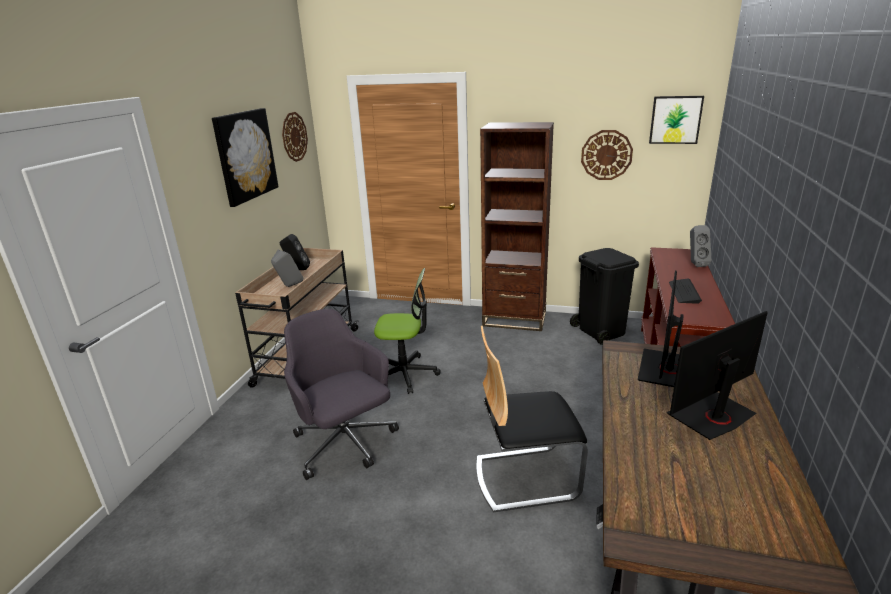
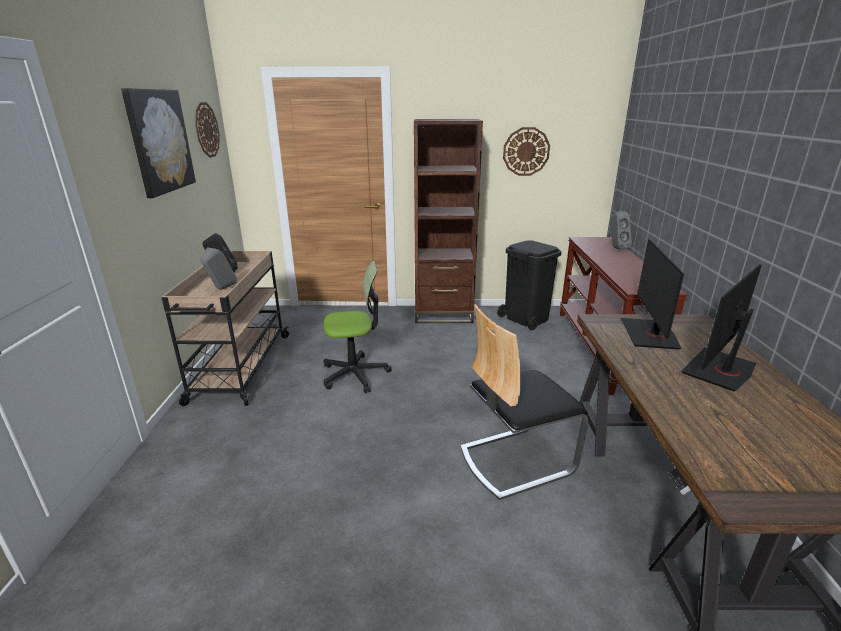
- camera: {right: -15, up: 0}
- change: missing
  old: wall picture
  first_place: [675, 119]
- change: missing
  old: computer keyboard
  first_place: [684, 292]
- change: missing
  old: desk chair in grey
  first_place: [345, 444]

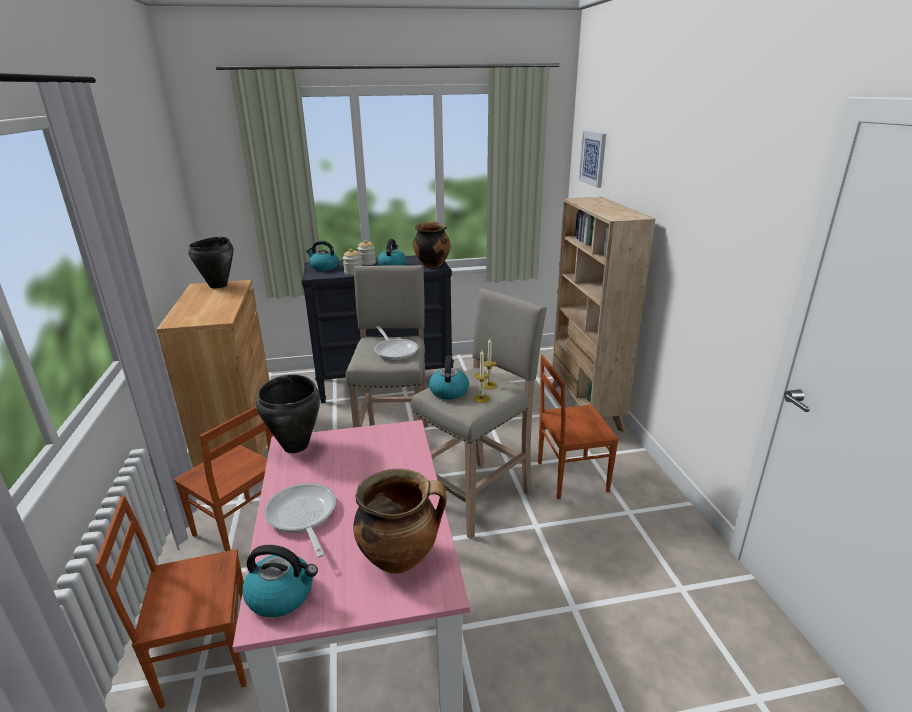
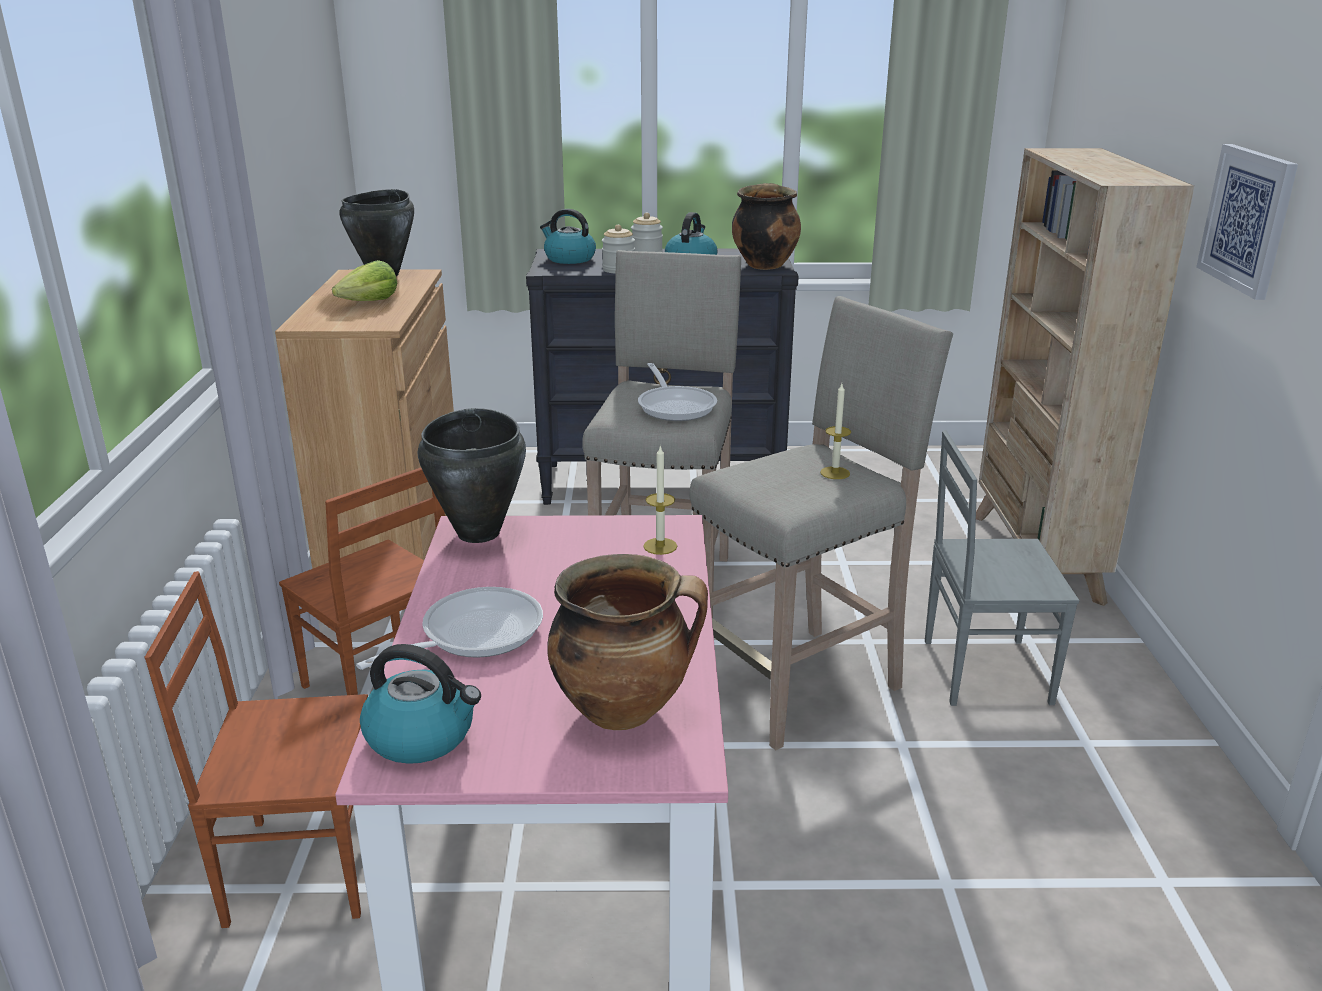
- camera: {right: 10, up: 0}
- change: relocated
  old: wall picture
  first_place: [593, 158]
  second_place: [1248, 219]
- change: relocated
  old: wax candle
  first_place: [481, 398]
  second_place: [660, 546]
- change: colour
  old: plain chair in brownish
  new: plain chair in grey
  first_place: [570, 476]
  second_place: [983, 670]
- change: missing
  old: tea kettle
  first_place: [449, 391]
- change: spun
  old: pan
  first_place: [302, 517]
  second_place: [472, 635]
  degrees: 60
- change: appeared
  new: lettuce
  second_place: [370, 303]

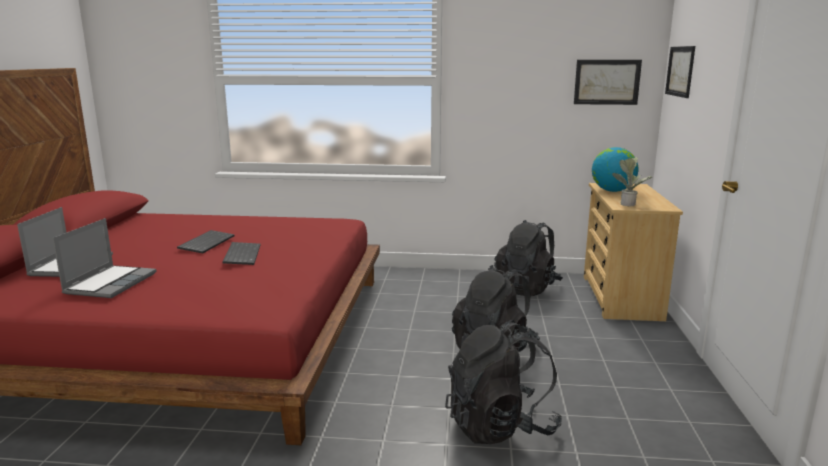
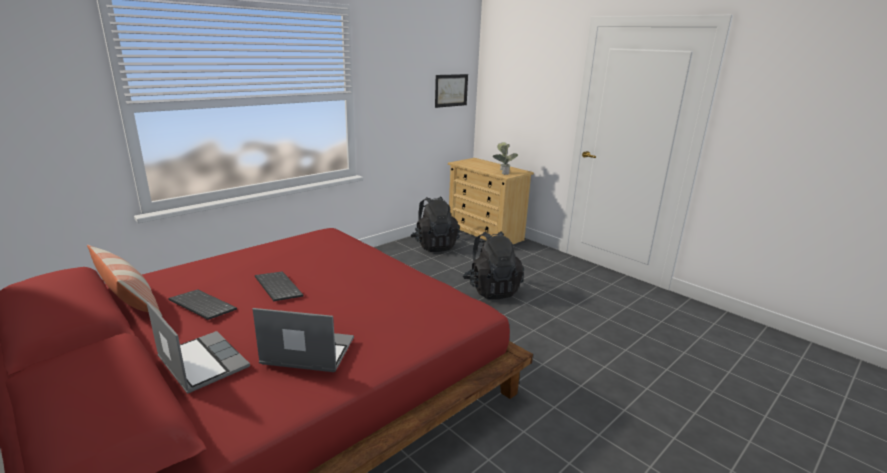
- camera: {right: -50, up: 5}
- change: missing
  old: wall picture
  first_place: [680, 71]
- change: missing
  old: globe
  first_place: [612, 191]
- change: spun
  old: laptop
  first_place: [111, 283]
  second_place: [306, 352]
  degrees: -45
- change: relocated
  old: computer keyboard
  first_place: [241, 255]
  second_place: [201, 306]
- change: missing
  old: knapsack in black
  first_place: [500, 426]
- change: appeared
  new: cushion
  second_place: [129, 300]

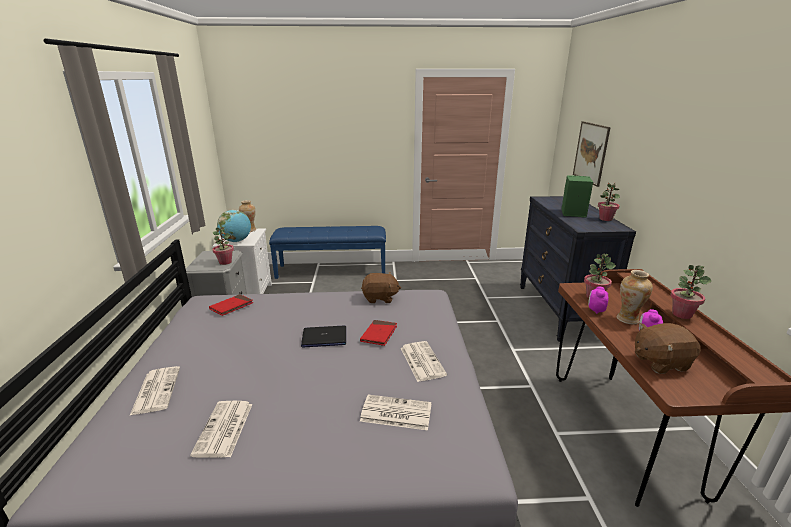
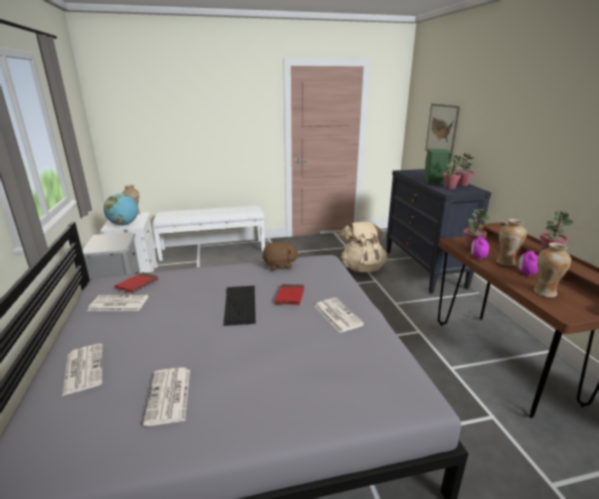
- camera: {right: -10, up: 0}
- change: colour
  old: indoor bench in bluish
  new: indoor bench in whitish
  first_place: [331, 270]
  second_place: [213, 249]
- change: relocated
  old: plant in a pot
  first_place: [225, 262]
  second_place: [449, 187]
- change: exchanged
  old: plush toy in brownish
  new: flower vase
  first_place: [660, 362]
  second_place: [544, 292]
- change: exchanged
  old: laptop
  new: computer keyboard
  first_place: [324, 337]
  second_place: [240, 303]
- change: relocated
  old: printed paper
  first_place: [395, 413]
  second_place: [117, 304]
- change: appeared
  new: knapsack in beige
  second_place: [362, 268]

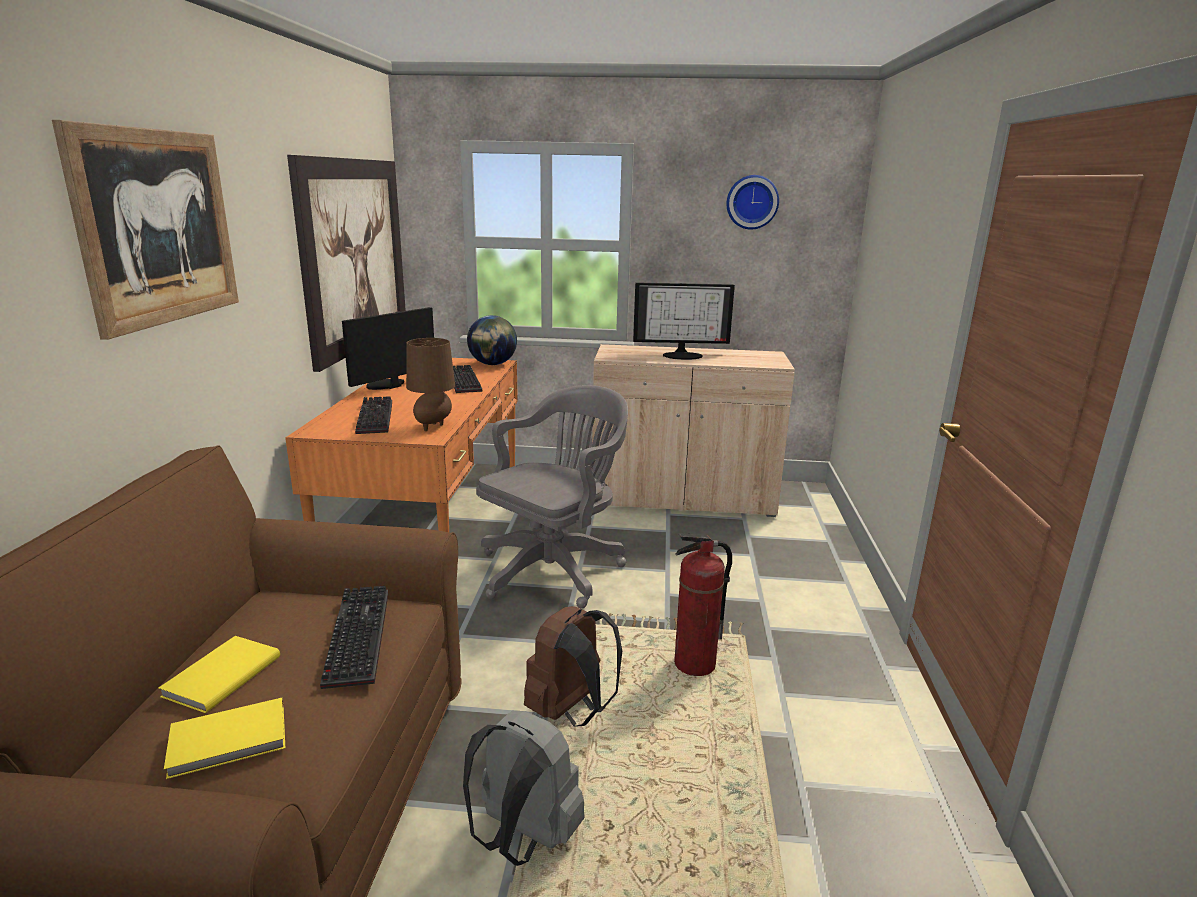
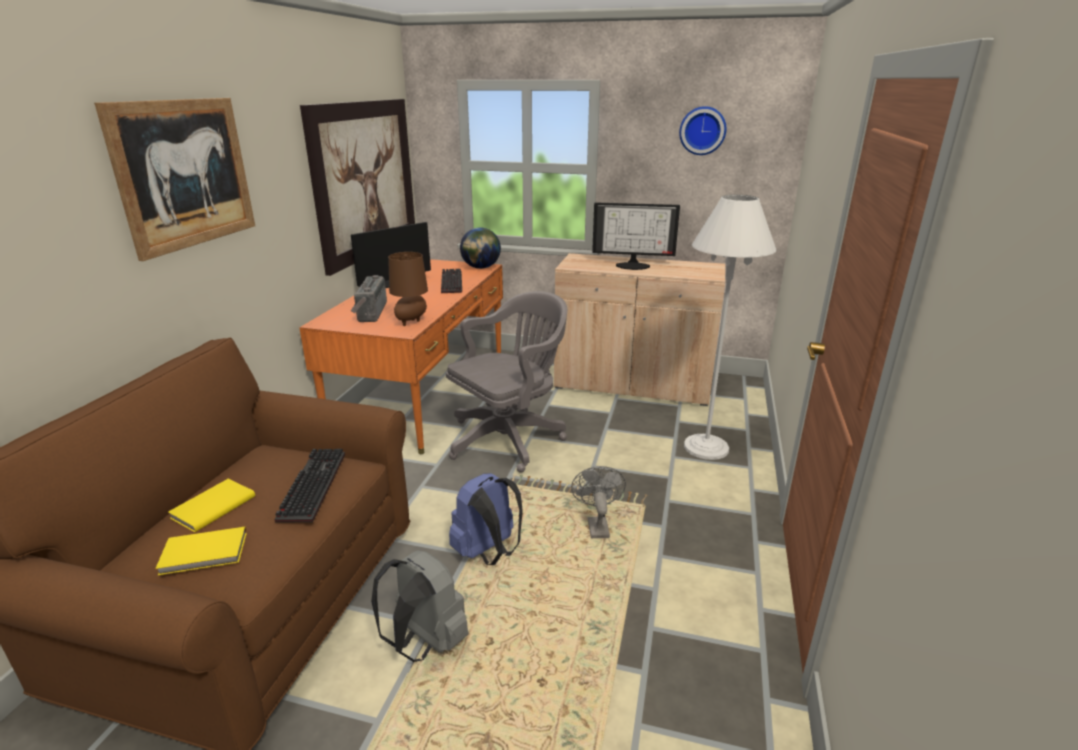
- camera: {right: 10, up: 5}
- change: exchanged
  old: computer keyboard
  new: radio set
  first_place: [373, 417]
  second_place: [369, 312]
- change: exchanged
  old: extinguisher
  new: electric fan in grey
  first_place: [695, 664]
  second_place: [596, 525]
- change: colour
  old: knapsack in brownish
  new: knapsack in bluish
  first_place: [571, 711]
  second_place: [488, 552]
- change: appeared
  new: standing lamp in whitish
  second_place: [706, 447]

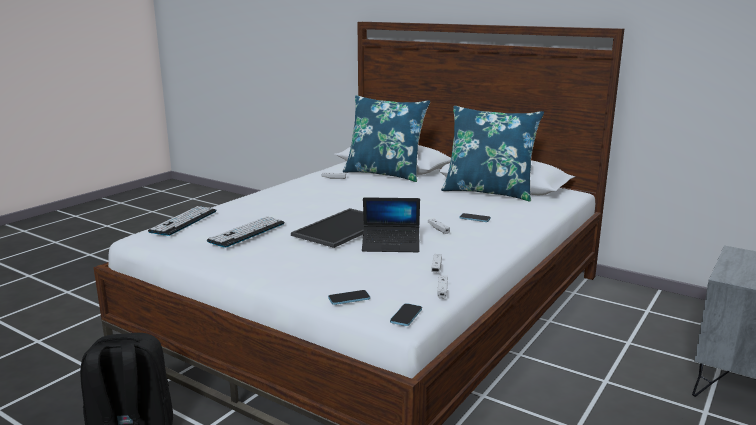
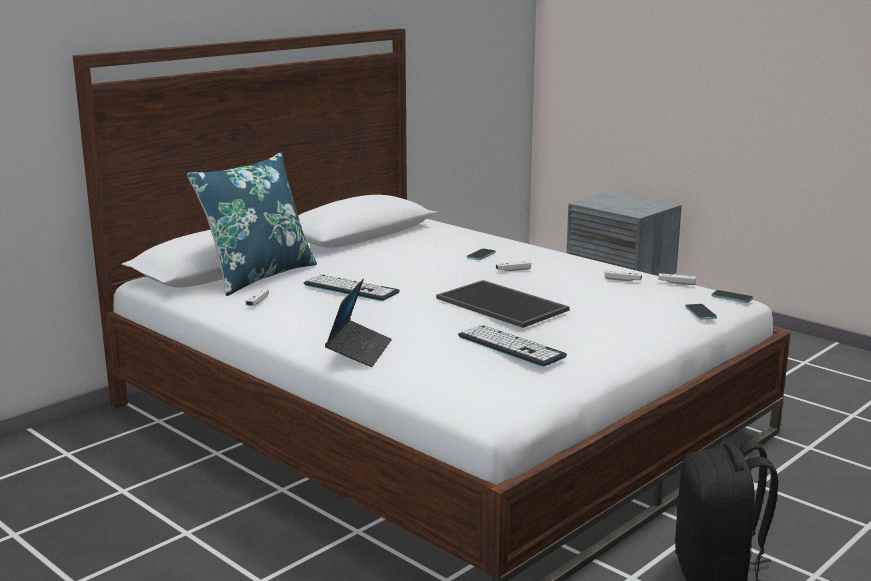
- camera: {right: -80, up: 0}
- change: missing
  old: cushion in bluish
  first_place: [488, 192]
- change: relocated
  old: laptop
  first_place: [391, 245]
  second_place: [359, 351]
- change: relocated
  old: computer keyboard
  first_place: [183, 221]
  second_place: [351, 288]

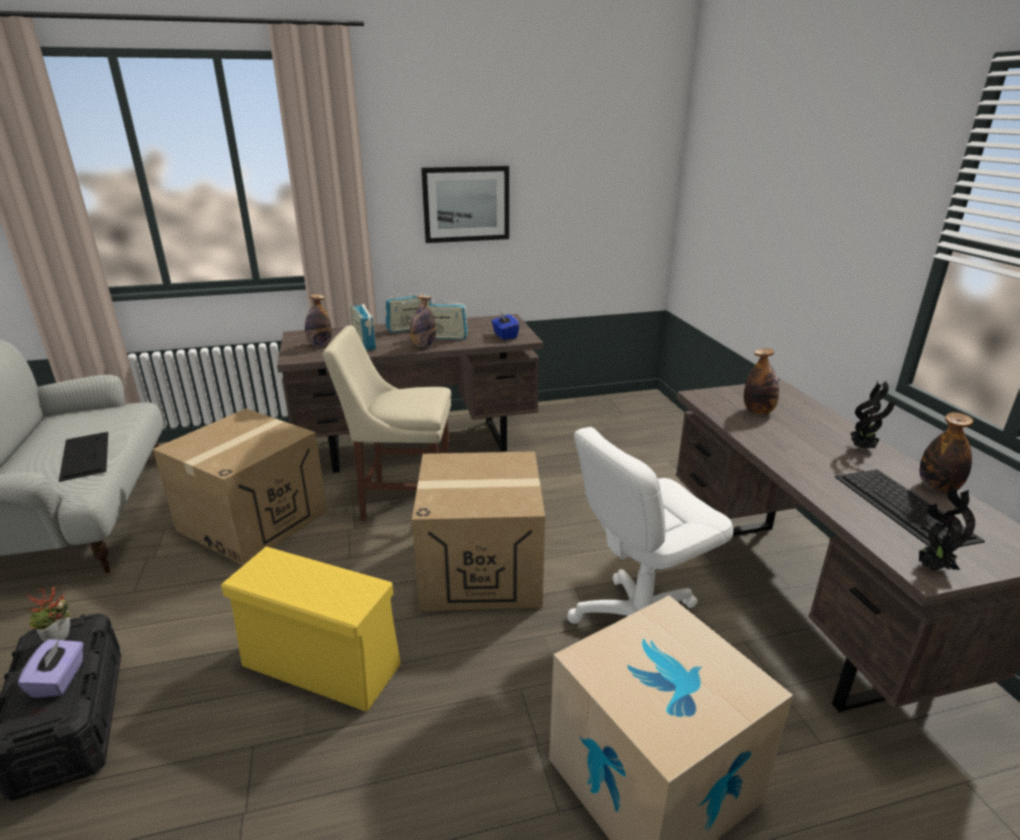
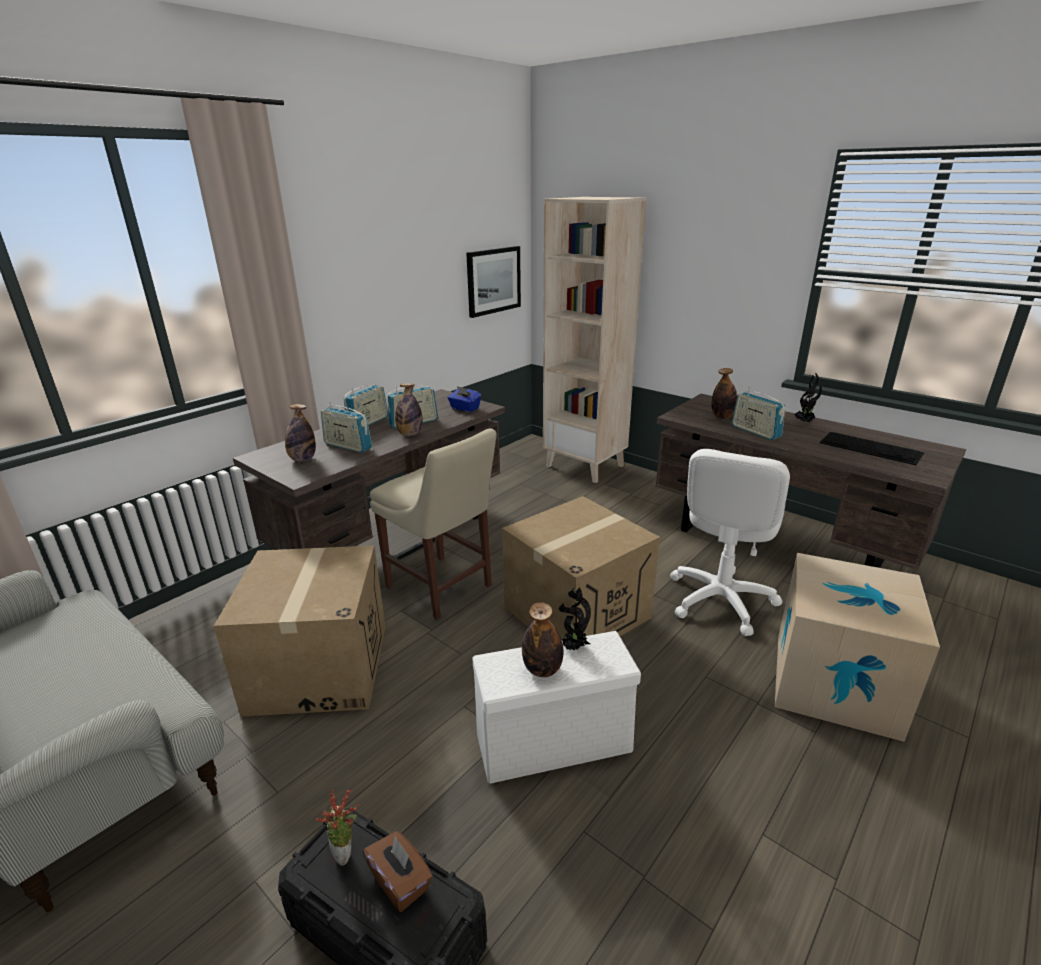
- camera: {right: -35, up: 0}
- change: relocated
  old: wall picture
  first_place: [466, 204]
  second_place: [493, 281]
- change: spun
  old: plain chair in beige
  first_place: [402, 499]
  second_place: [442, 588]
  degrees: -105
- change: relocated
  old: drink bottle
  first_place: [937, 487]
  second_place: [542, 670]
- change: missing
  old: computer keyboard
  first_place: [84, 455]
- change: relocated
  old: plant in a pot
  first_place: [932, 568]
  second_place: [573, 647]
- change: colour
  old: storage box in yellow-coloured
  new: storage box in whitish
  first_place: [323, 665]
  second_place: [555, 742]
- change: colour
  old: tissue holder in purple-coloured
  new: tissue holder in brownish
  first_place: [59, 679]
  second_place: [400, 881]
- change: appeared
  new: bookshelf in beige
  second_place: [585, 466]
- change: appeared
  new: radio set
  second_place: [755, 432]

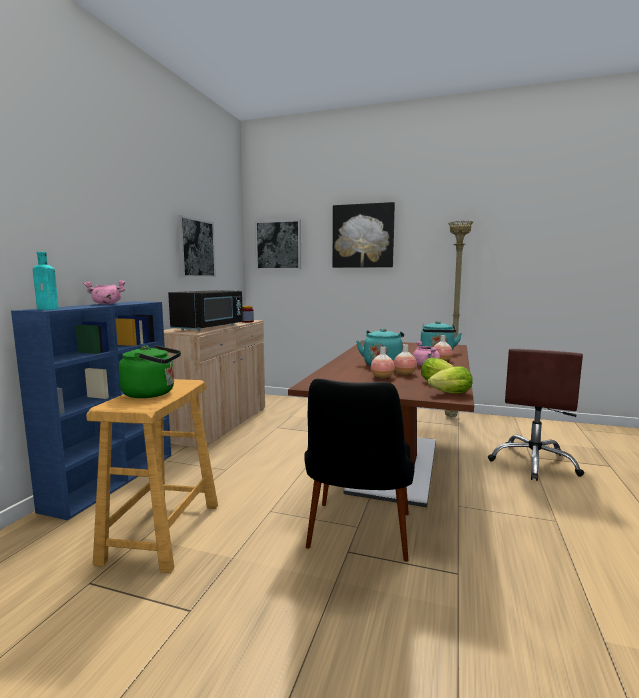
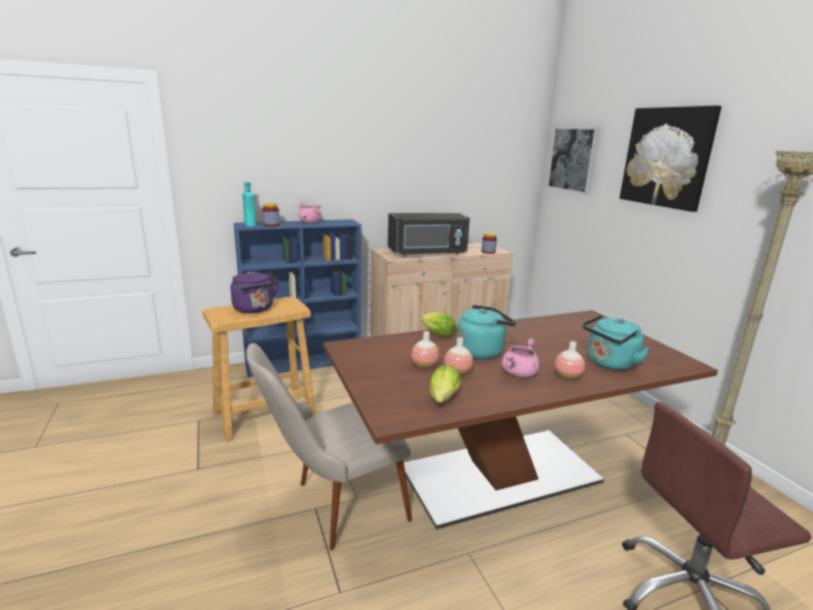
- camera: {right: 50, up: 10}
- change: missing
  old: wall picture
  first_place: [195, 248]
- change: colour
  old: tea kettle in greenish
  new: tea kettle in purple-coloured
  first_place: [152, 393]
  second_place: [255, 309]
- change: relocated
  old: lettuce
  first_place: [448, 394]
  second_place: [436, 334]
- change: colour
  old: plain chair in black
  new: plain chair in beige
  first_place: [358, 542]
  second_place: [333, 508]
- change: appeared
  new: jar
  second_place: [271, 225]

